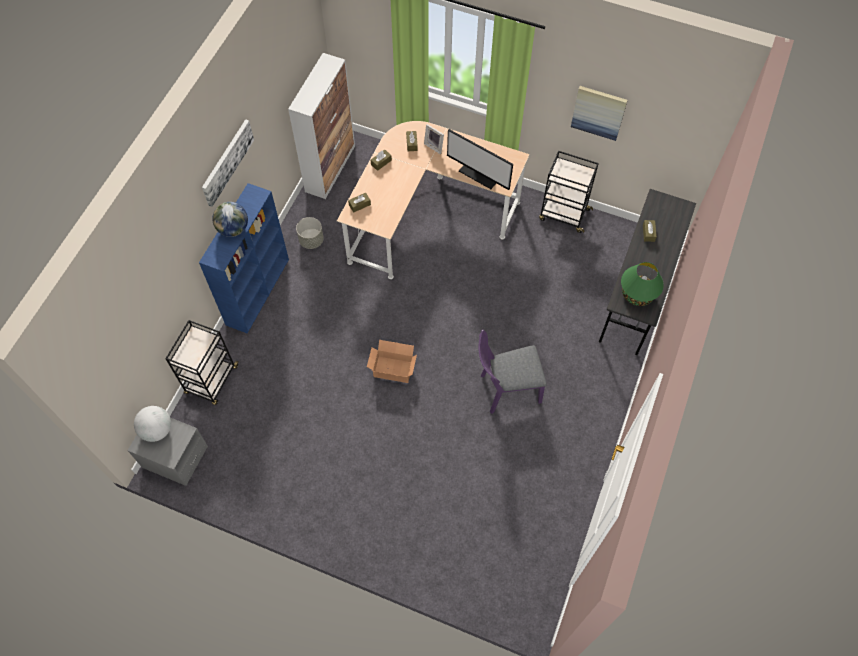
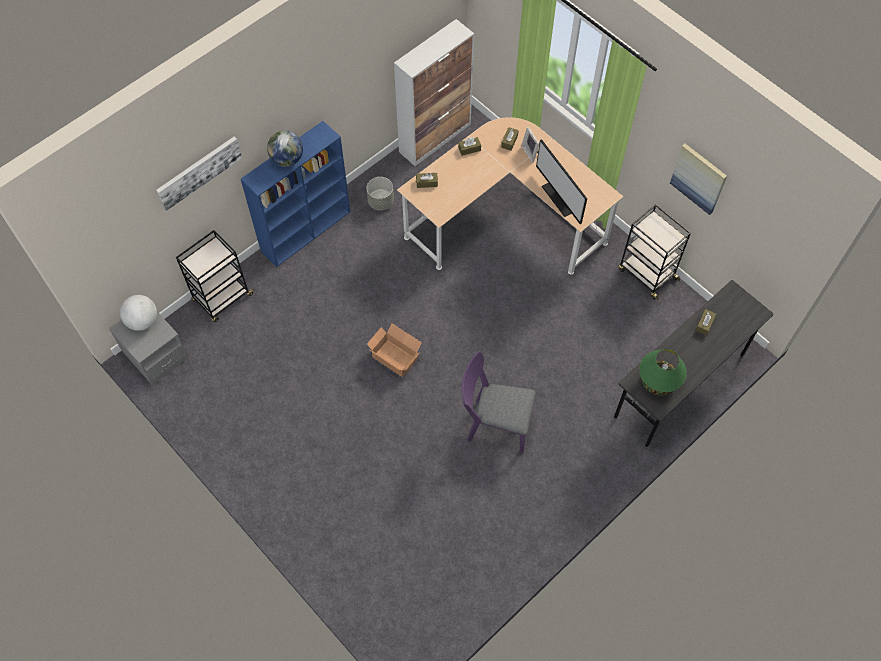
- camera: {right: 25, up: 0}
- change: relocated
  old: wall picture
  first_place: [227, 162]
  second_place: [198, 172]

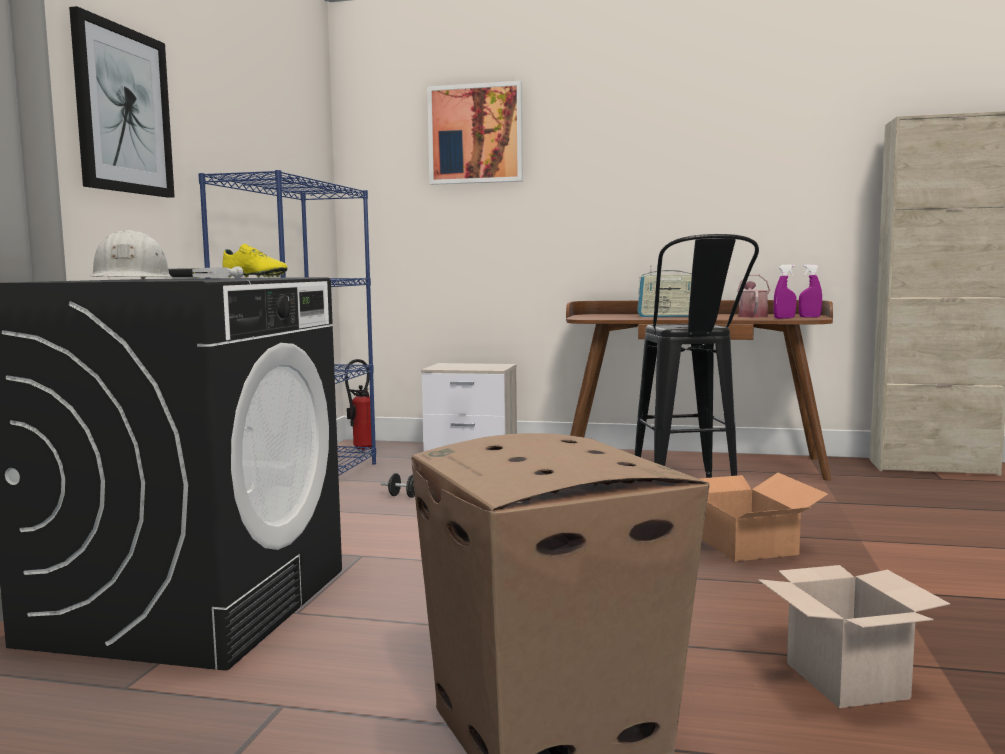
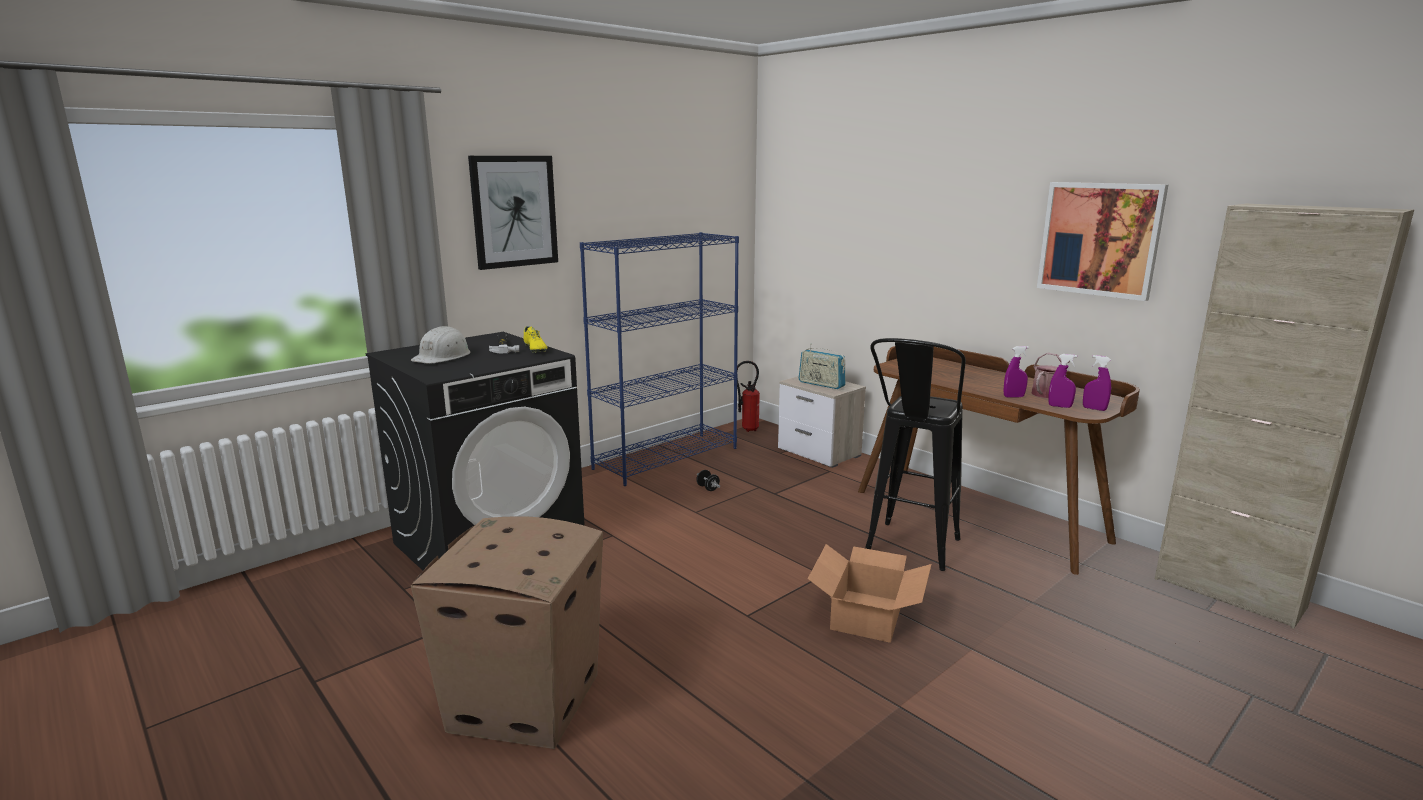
- camera: {right: 35, up: 10}
- change: relocated
  old: wall picture
  first_place: [475, 134]
  second_place: [1099, 239]
- change: relocated
  old: radio set
  first_place: [668, 316]
  second_place: [821, 384]
- change: missing
  old: cardboard box
  first_place: [849, 681]
- change: appeared
  new: hand sprayer in purple-coloured
  second_place: [1013, 396]

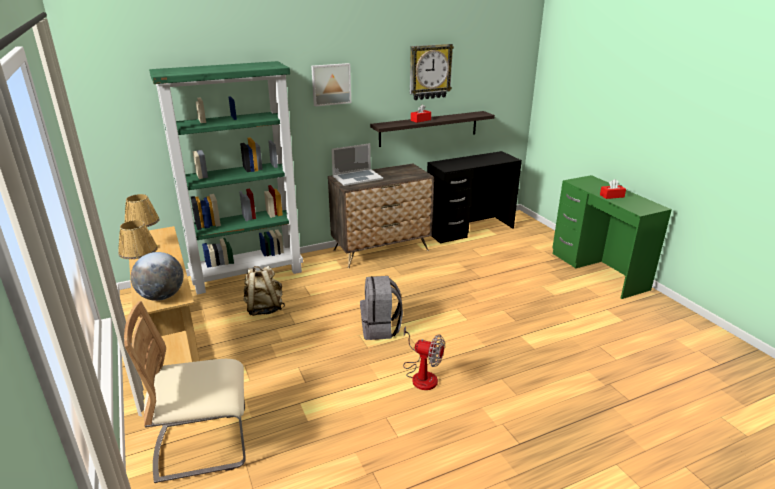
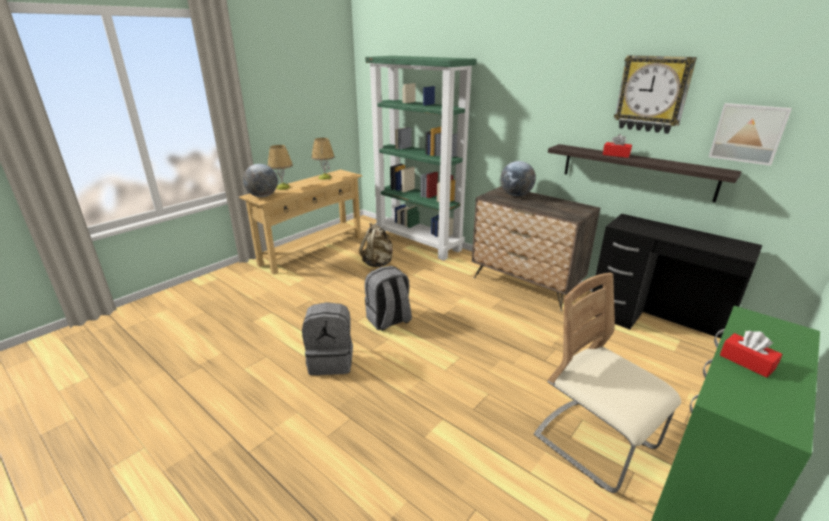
- camera: {right: 65, up: 0}
- change: relocated
  old: wall picture
  first_place: [331, 84]
  second_place: [748, 133]
- change: exchanged
  old: laptop
  new: globe
  first_place: [357, 177]
  second_place: [516, 195]
- change: relocated
  old: plain chair in beige
  first_place: [203, 445]
  second_place: [594, 443]
- change: exchanged
  old: electric fan
  new: knapsack in grey
  first_place: [421, 375]
  second_place: [331, 361]

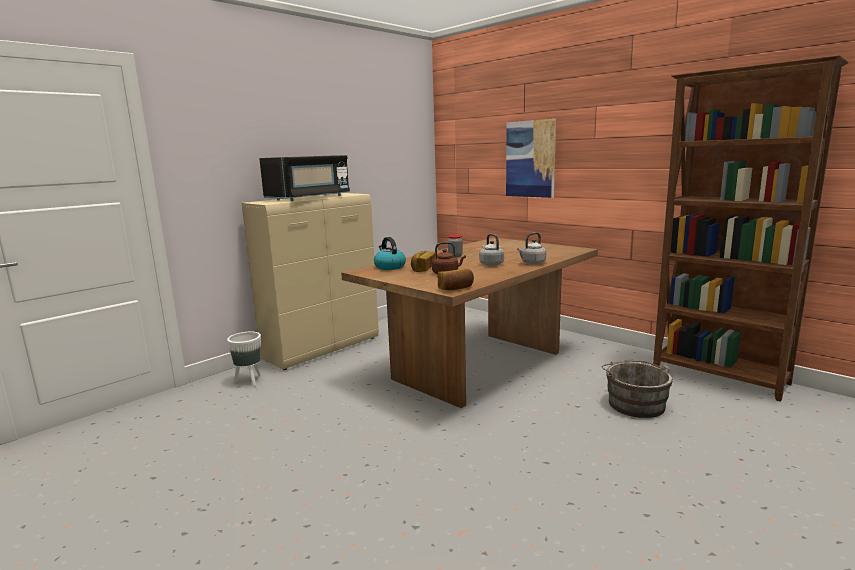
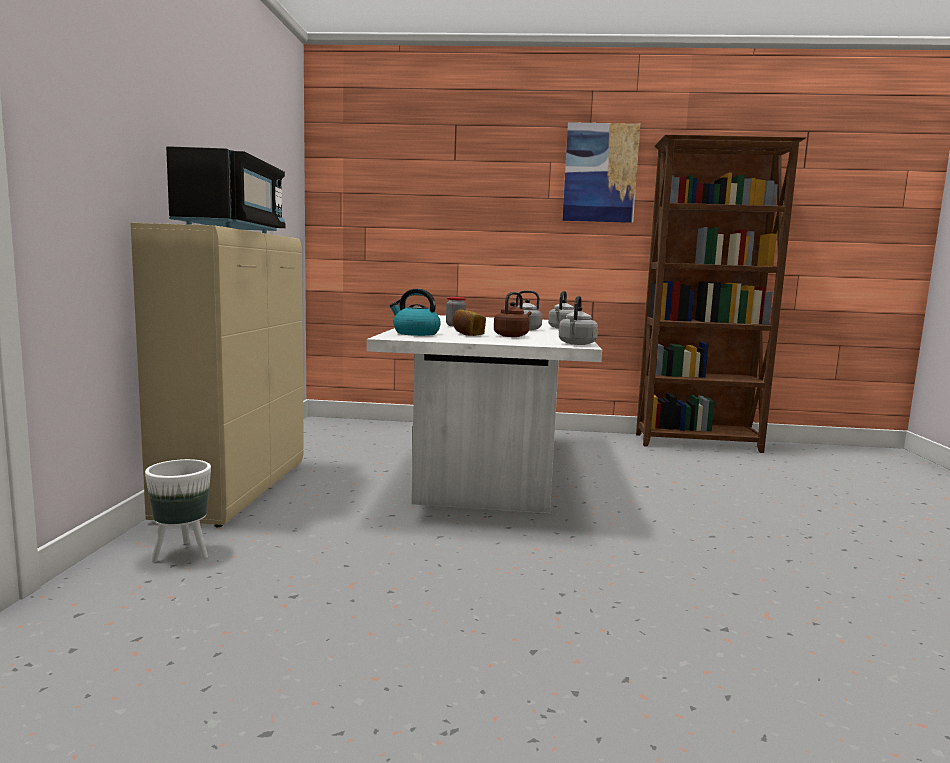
- camera: {right: -40, up: -5}
- change: relocated
  old: wall picture
  first_place: [530, 159]
  second_place: [600, 173]
- change: colour
  old: kitchen table in brownish
  new: kitchen table in whitish
  first_place: [479, 366]
  second_place: [489, 471]
- change: exchanged
  old: baked bread
  new: tea kettle in grey
  first_place: [456, 288]
  second_place: [576, 344]
- change: missing
  old: bucket in grey
  first_place: [634, 403]

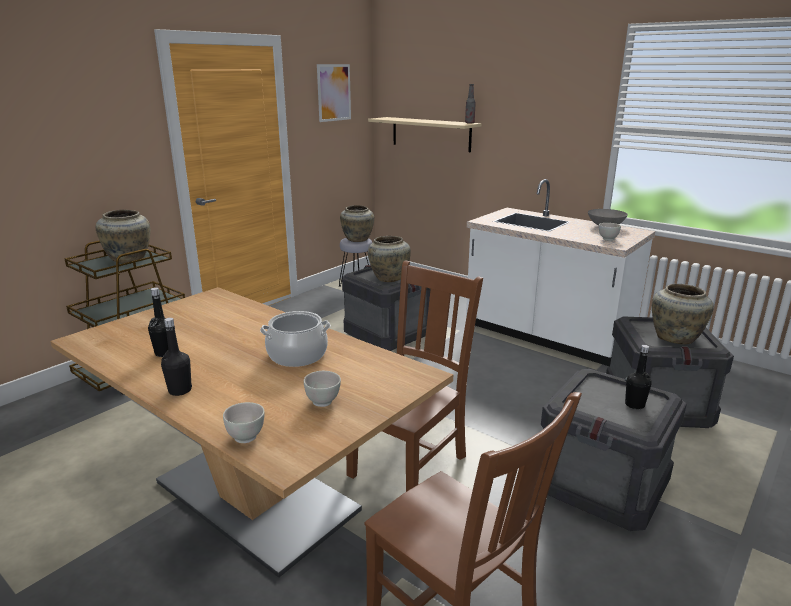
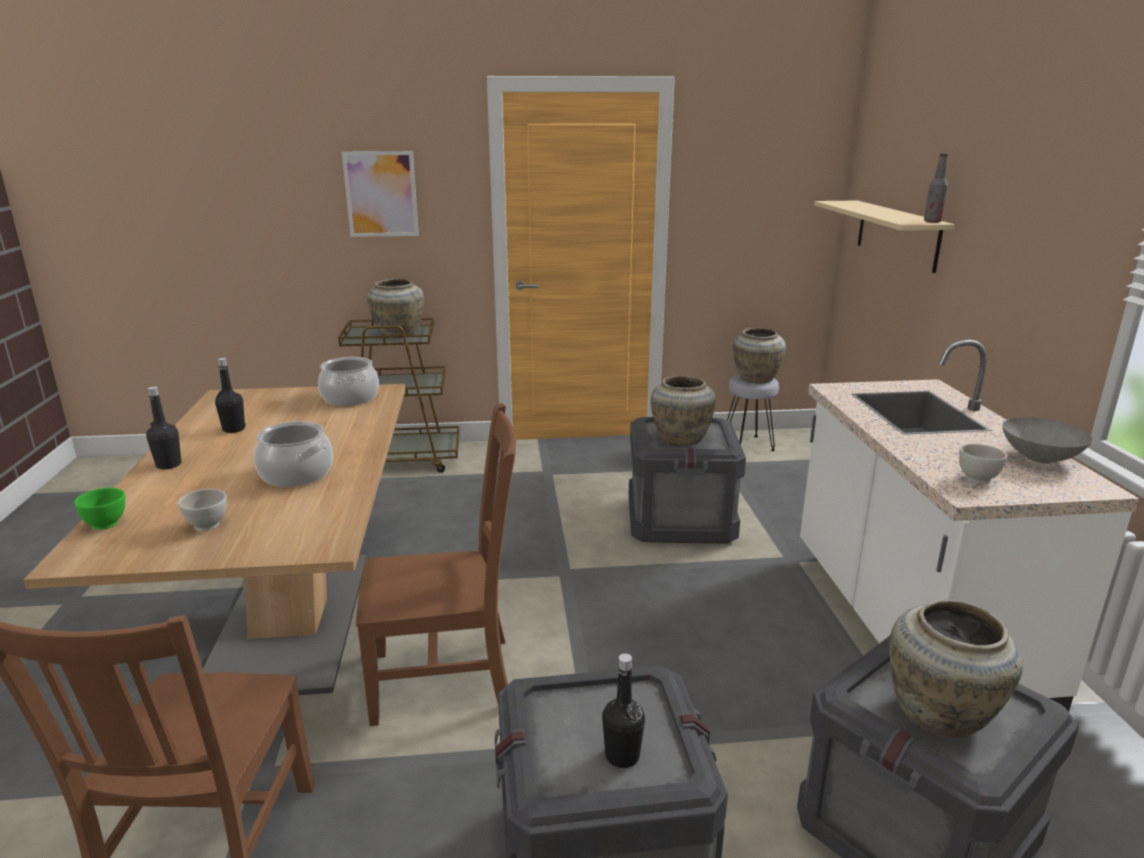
- camera: {right: 45, up: 0}
- change: relocated
  old: wall picture
  first_place: [334, 92]
  second_place: [381, 194]
- change: colour
  old: bowl in whitish
  new: bowl in greenish
  first_place: [246, 437]
  second_place: [106, 524]
- change: appeared
  new: stockpot
  second_place: [350, 398]

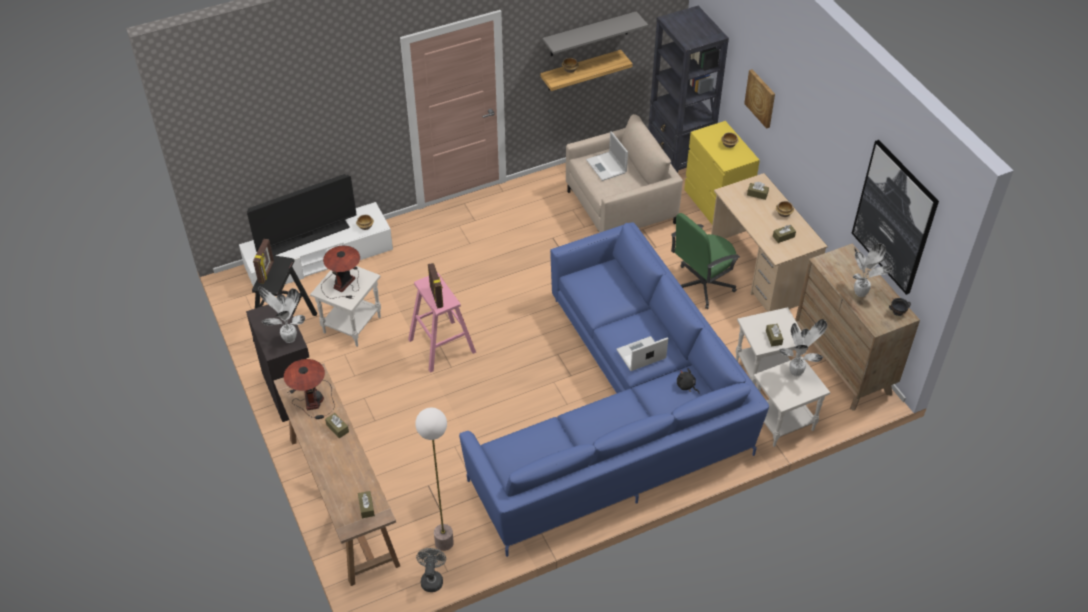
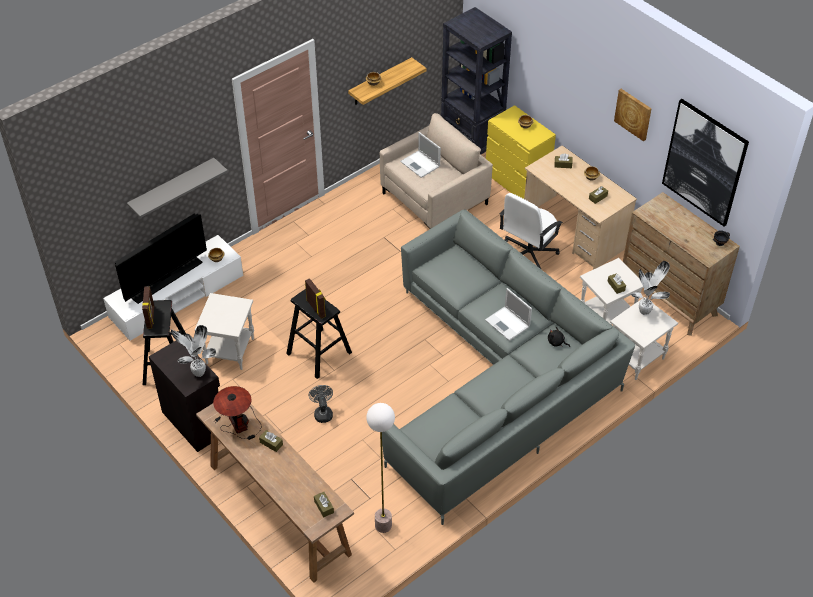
- camera: {right: -15, up: 0}
- change: relocated
  old: bracket shelf in grey
  first_place: [589, 34]
  second_place: [172, 188]
- change: relocated
  old: wall picture
  first_place: [761, 98]
  second_place: [633, 114]
- change: colour
  old: desk chair in greenish
  new: desk chair in whitish
  first_place: [701, 285]
  second_place: [528, 254]
- change: colour
  old: couch in bluish
  new: couch in grey
  first_place: [619, 415]
  second_place: [496, 381]
- change: missing
  old: plant in a pot
  first_place: [861, 293]
- change: missing
  old: table lamp
  first_place: [343, 283]
- change: colour
  old: stool in pink-coloured
  new: stool in black
  first_place: [441, 346]
  second_place: [319, 353]
- change: spun
  old: laptop
  first_place: [640, 355]
  second_place: [508, 324]
  degrees: -90
- change: relocated
  old: electric fan in grey
  first_place: [432, 578]
  second_place: [322, 413]

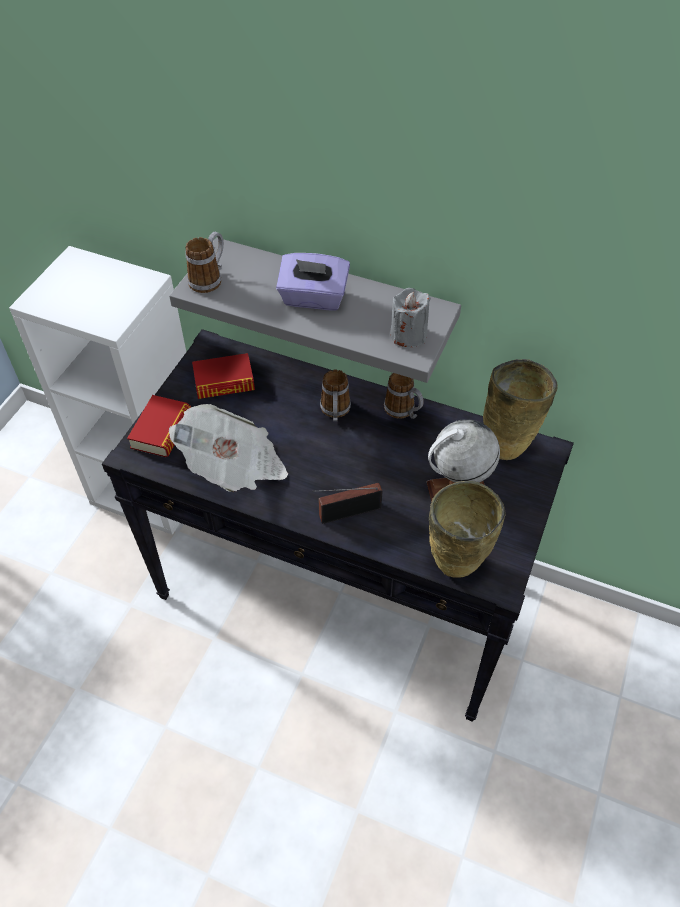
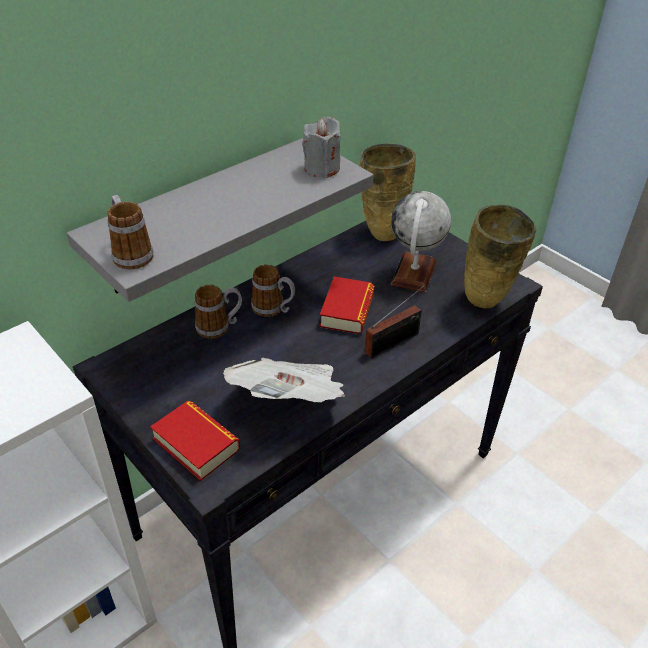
- camera: {right: -65, up: -10}
- change: missing
  old: tissue holder in purple-coloured
  first_place: [313, 298]
- change: relocated
  old: book
  first_place: [224, 382]
  second_place: [347, 311]
- change: relocated
  old: coffee mug
  first_place: [403, 411]
  second_place: [219, 327]
- change: spun
  old: radio set
  first_place: [346, 512]
  second_place: [395, 342]
  degrees: -135

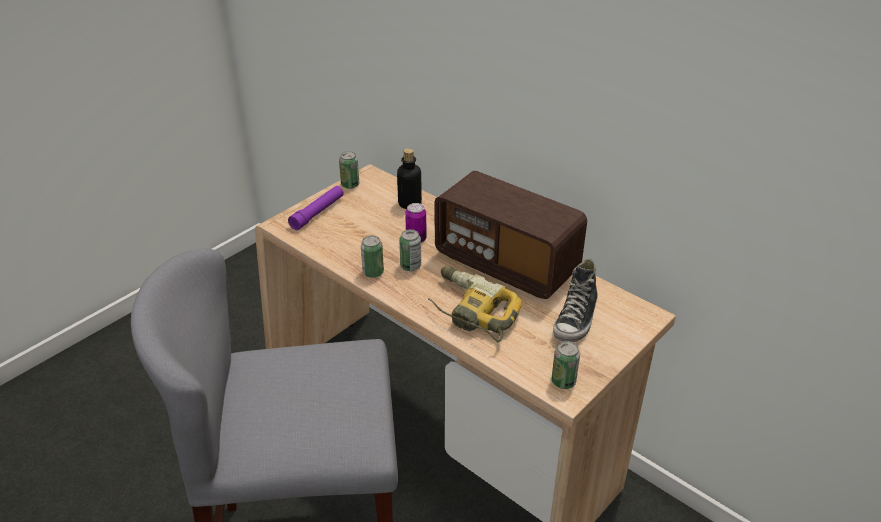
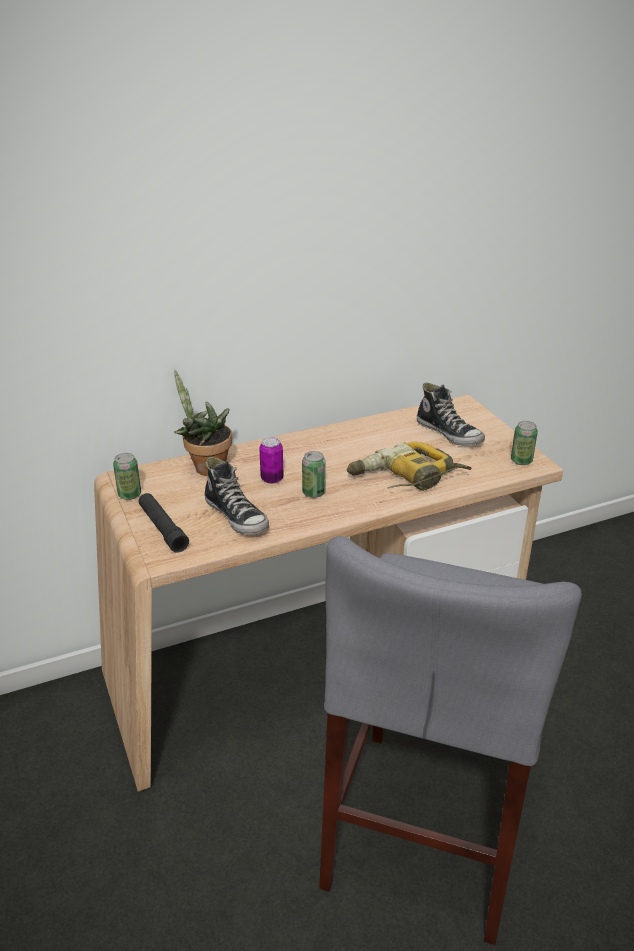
- camera: {right: -65, up: -5}
- change: exchanged
  old: drink bottle
  new: plant in a pot
  first_place: [410, 203]
  second_place: [205, 467]
- change: missing
  old: radio set
  first_place: [506, 264]
- change: colour
  old: flashlight in purple-coloured
  new: flashlight in black
  first_place: [317, 213]
  second_place: [163, 528]
- change: missing
  old: sealed can
  first_place: [373, 272]
- change: appeared
  new: low shoe
  second_place: [237, 517]

